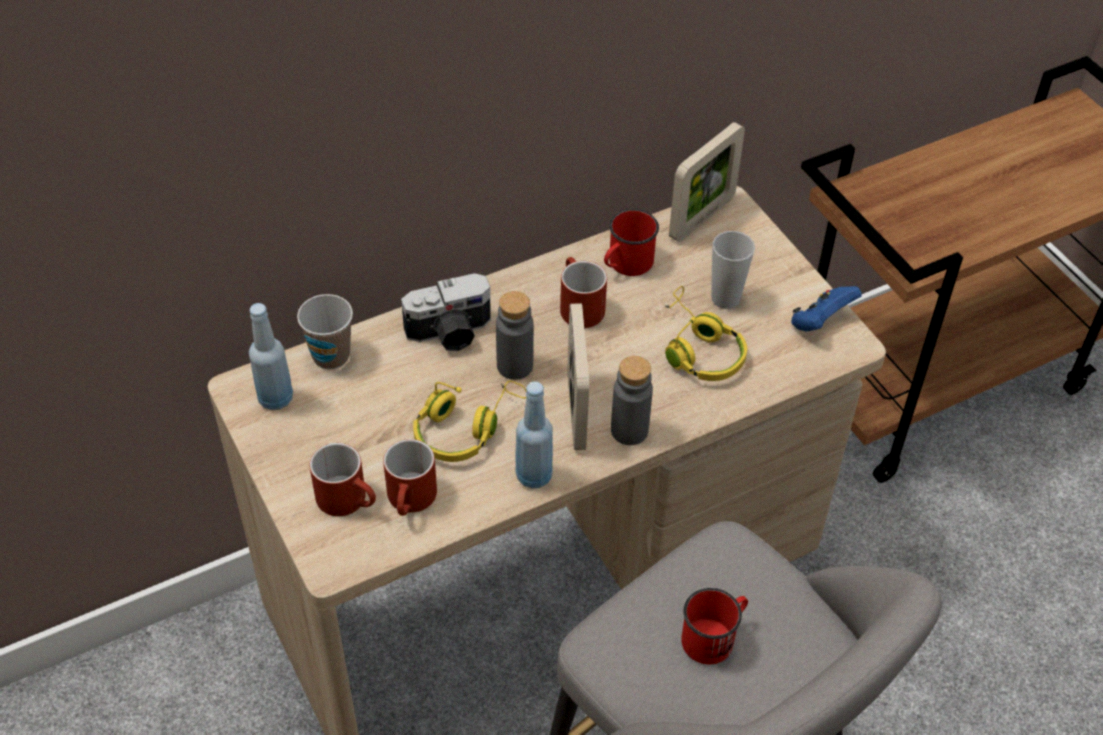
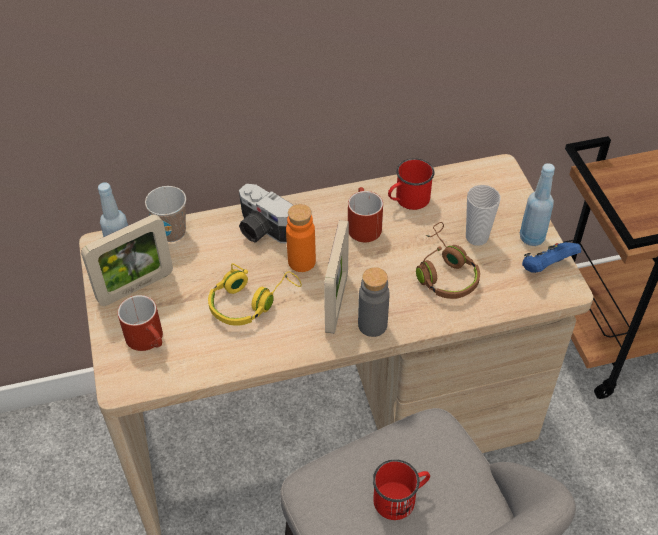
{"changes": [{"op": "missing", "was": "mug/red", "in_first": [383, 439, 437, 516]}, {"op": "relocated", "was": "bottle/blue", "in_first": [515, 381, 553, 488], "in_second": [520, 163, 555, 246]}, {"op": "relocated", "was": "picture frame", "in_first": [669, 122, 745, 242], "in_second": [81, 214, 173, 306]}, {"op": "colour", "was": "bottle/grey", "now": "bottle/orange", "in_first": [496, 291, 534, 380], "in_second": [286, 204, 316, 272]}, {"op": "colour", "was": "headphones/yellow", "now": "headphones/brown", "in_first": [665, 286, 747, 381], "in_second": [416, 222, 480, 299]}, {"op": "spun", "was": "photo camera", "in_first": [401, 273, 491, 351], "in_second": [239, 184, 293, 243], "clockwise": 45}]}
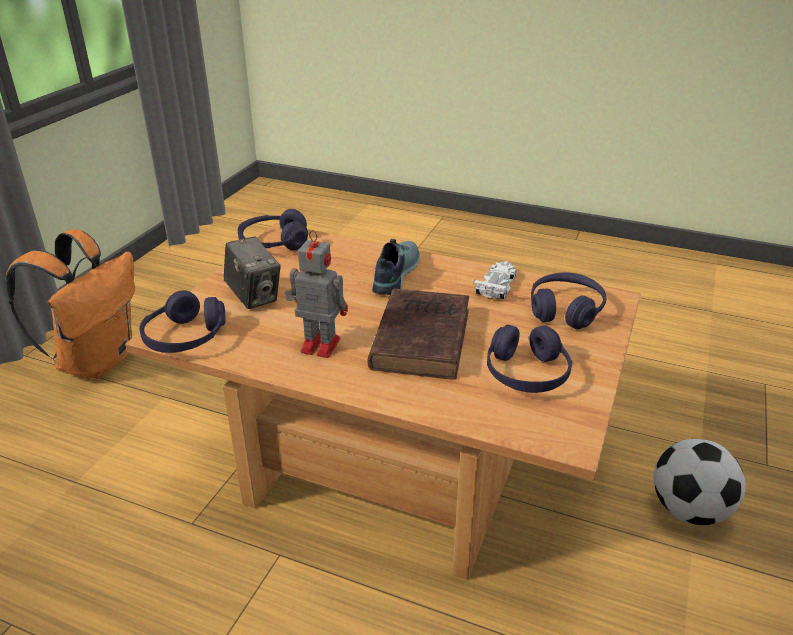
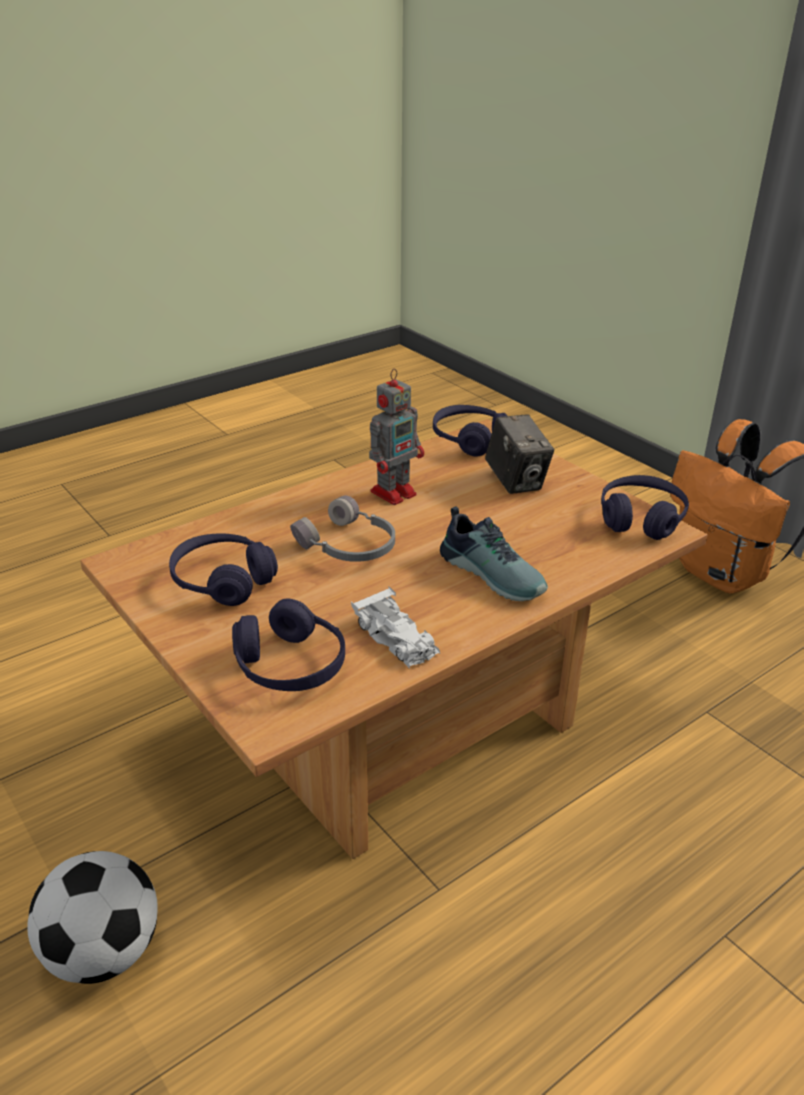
{"changes": [{"op": "exchanged", "was": "book/brown", "now": "headphones/grey", "in_first": [368, 288, 469, 380], "in_second": [290, 496, 395, 562]}, {"op": "spun", "was": "photo camera", "in_first": [224, 236, 281, 309], "in_second": [485, 414, 554, 494], "clockwise": -105}]}
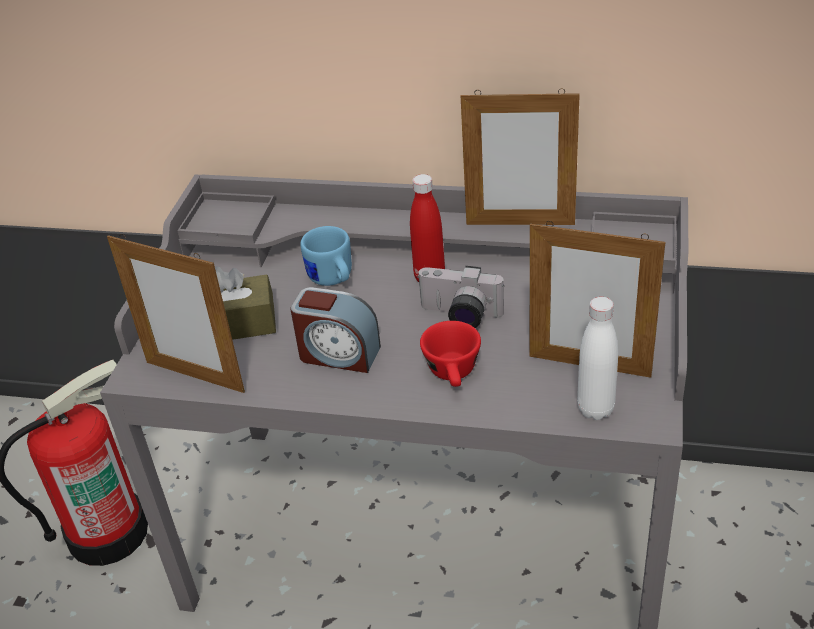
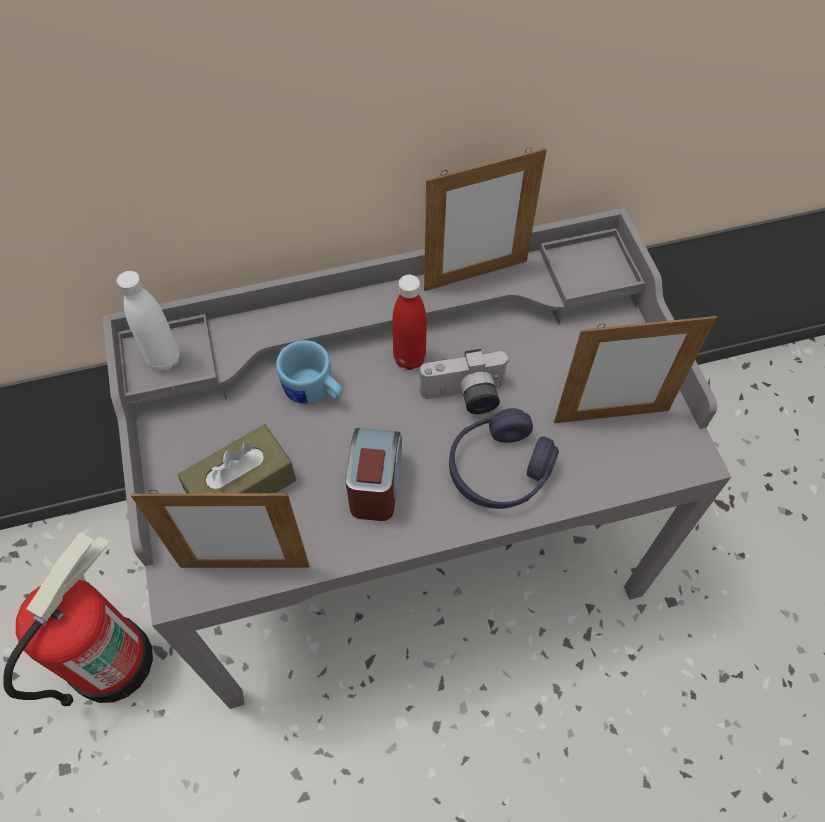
{"changes": [{"op": "relocated", "was": "bottle/white", "in_first": [577, 297, 618, 420], "in_second": [117, 271, 180, 371]}, {"op": "exchanged", "was": "cup/red", "now": "headphones/purple", "in_first": [420, 321, 481, 387], "in_second": [449, 408, 559, 509]}, {"op": "spun", "was": "alarm clock", "in_first": [291, 287, 381, 373], "in_second": [345, 428, 402, 521], "clockwise": -75}]}
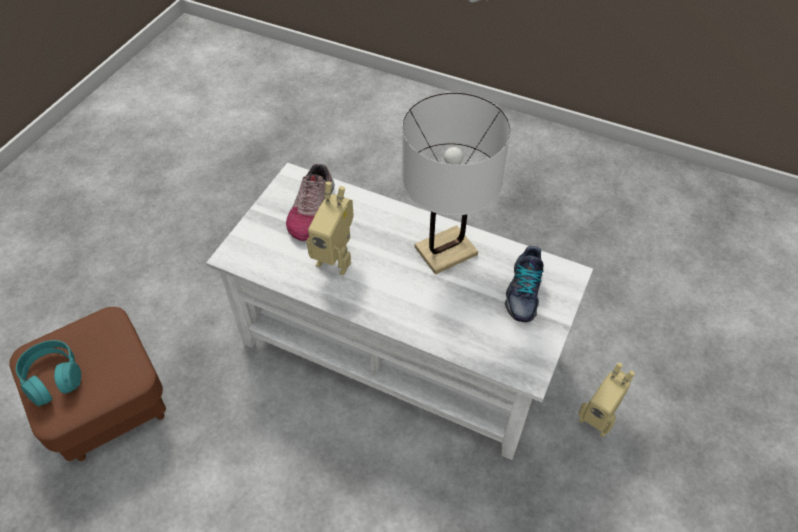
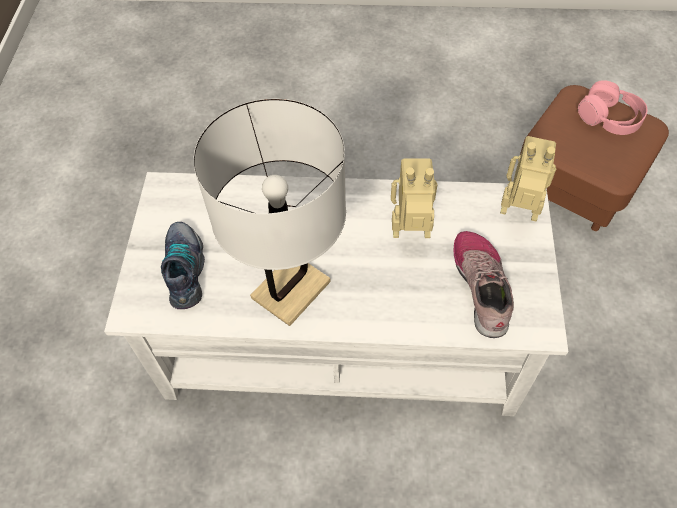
{"changes": [{"op": "relocated", "was": "toy robot", "in_first": [578, 363, 635, 437], "in_second": [500, 136, 556, 222]}, {"op": "colour", "was": "headphones/turquoise", "now": "headphones/pink", "in_first": [16, 340, 81, 406], "in_second": [578, 80, 647, 135]}]}
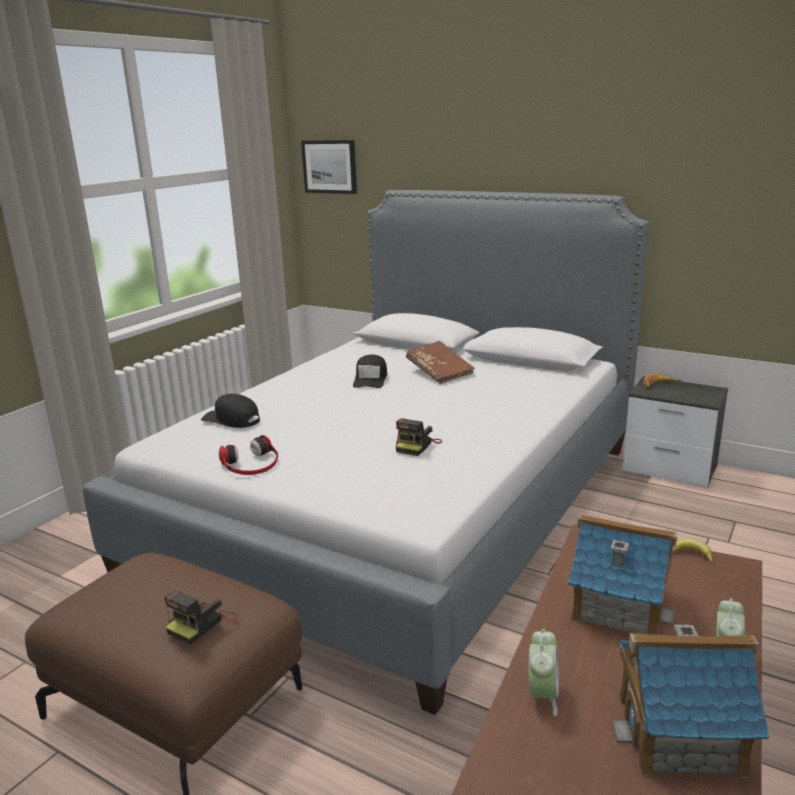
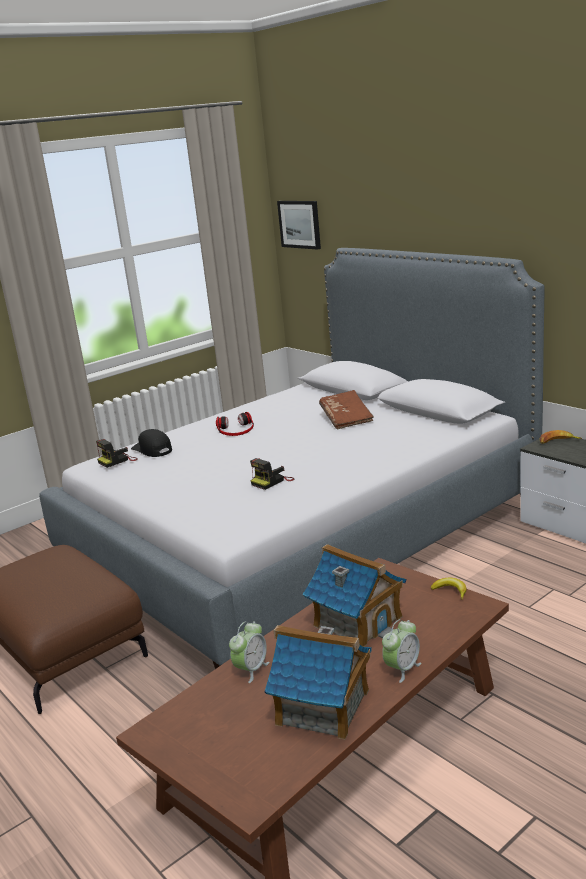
{"changes": [{"op": "missing", "was": "cap/black", "in_first": [353, 355, 387, 388]}, {"op": "relocated", "was": "photo camera", "in_first": [164, 590, 239, 645], "in_second": [96, 439, 138, 468]}, {"op": "relocated", "was": "headphones", "in_first": [219, 435, 278, 475], "in_second": [216, 412, 254, 436]}]}
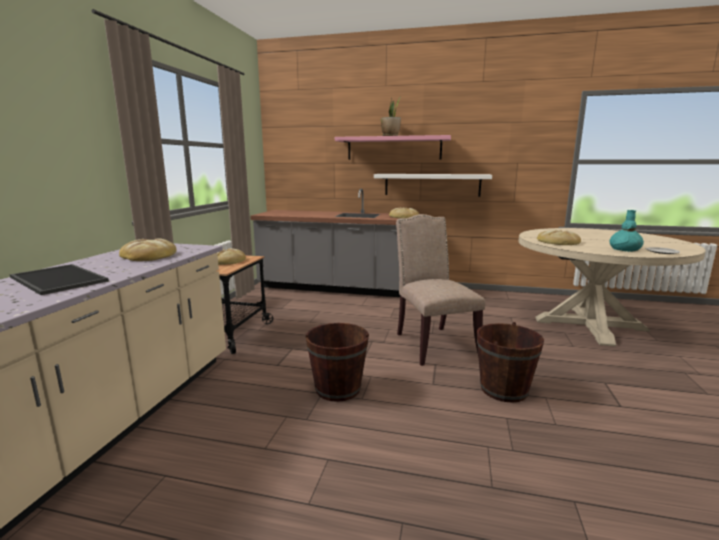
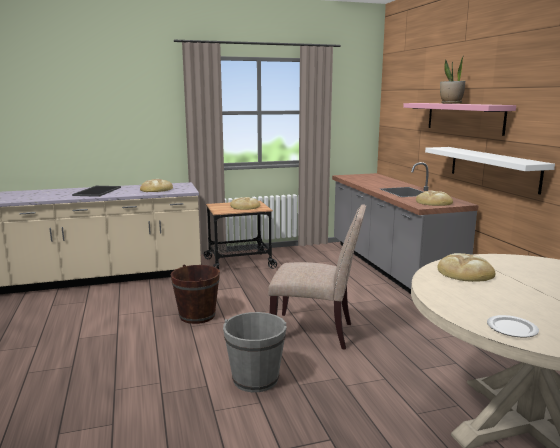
{"changes": [{"op": "missing", "was": "vase/turquoise", "in_first": [609, 210, 644, 252]}, {"op": "colour", "was": "bucket/brown", "now": "bucket/grey", "in_first": [476, 322, 544, 403], "in_second": [223, 312, 287, 392]}, {"op": "spun", "was": "chair/beige", "in_first": [396, 214, 485, 366], "in_second": [268, 204, 366, 350], "clockwise": 60}]}
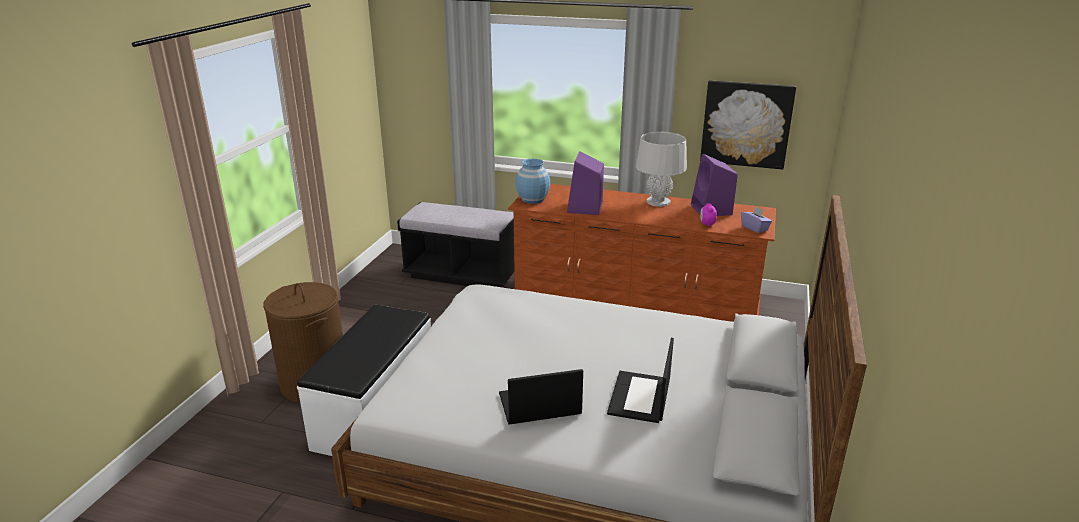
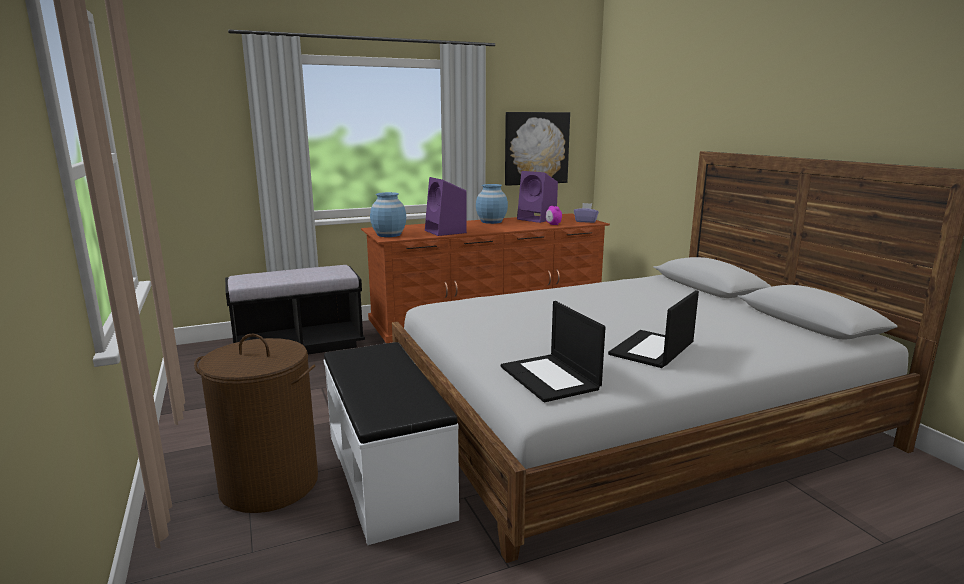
{"changes": [{"op": "relocated", "was": "laptop", "in_first": [607, 338, 674, 423], "in_second": [501, 301, 605, 402]}, {"op": "exchanged", "was": "table lamp/grey", "now": "vase/blue", "in_first": [636, 132, 687, 207], "in_second": [476, 184, 508, 224]}]}
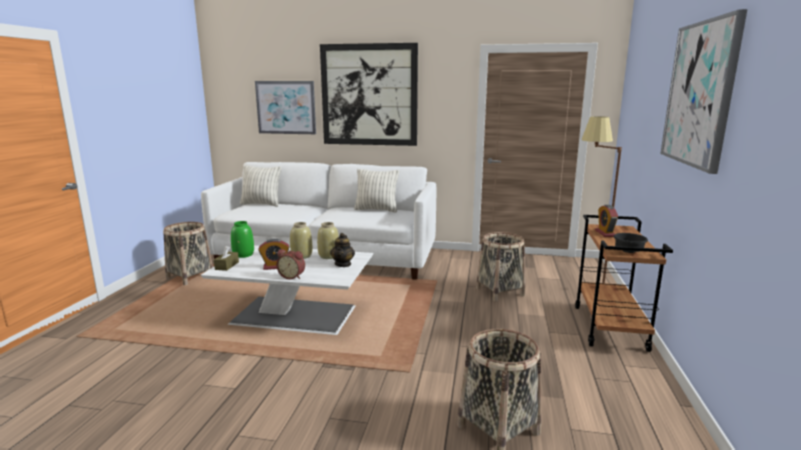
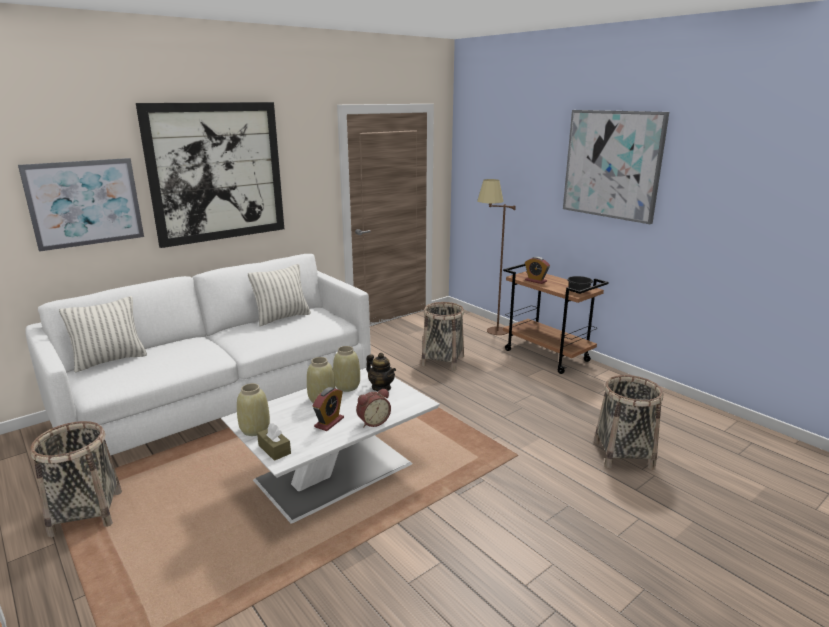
{"changes": [{"op": "colour", "was": "vase/green", "now": "vase/beige", "in_first": [231, 221, 254, 258], "in_second": [237, 383, 270, 436]}]}
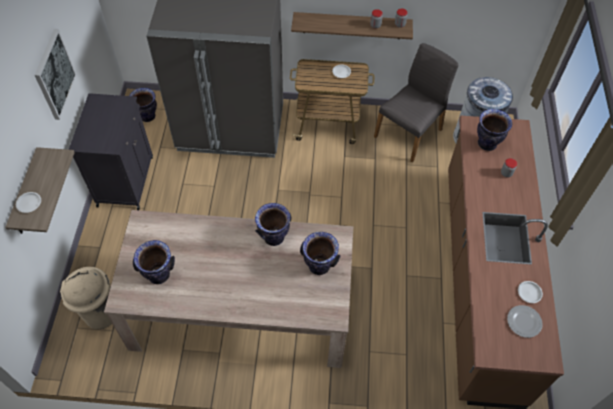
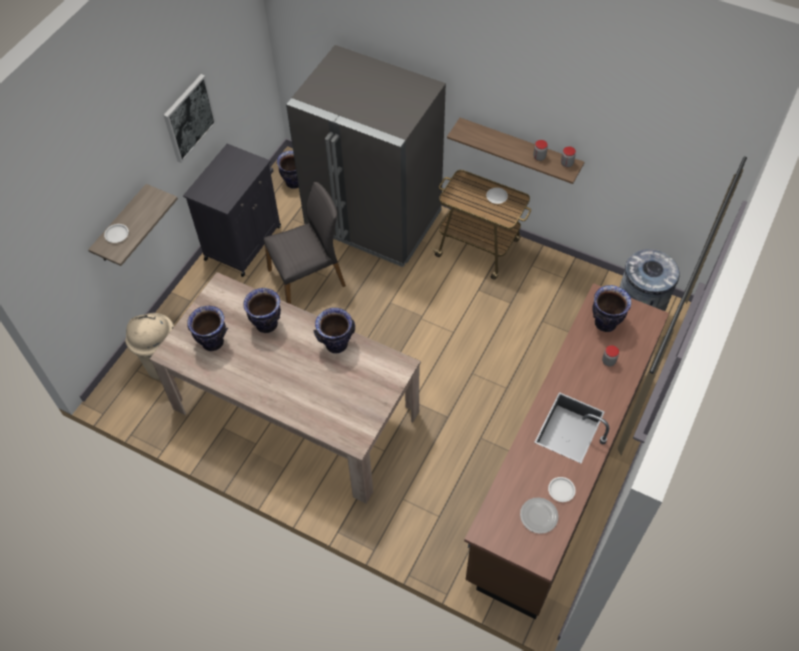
{"changes": [{"op": "relocated", "was": "vase", "in_first": [300, 232, 340, 275], "in_second": [243, 288, 281, 333]}, {"op": "relocated", "was": "chair/grey", "in_first": [374, 43, 458, 163], "in_second": [264, 182, 346, 304]}]}
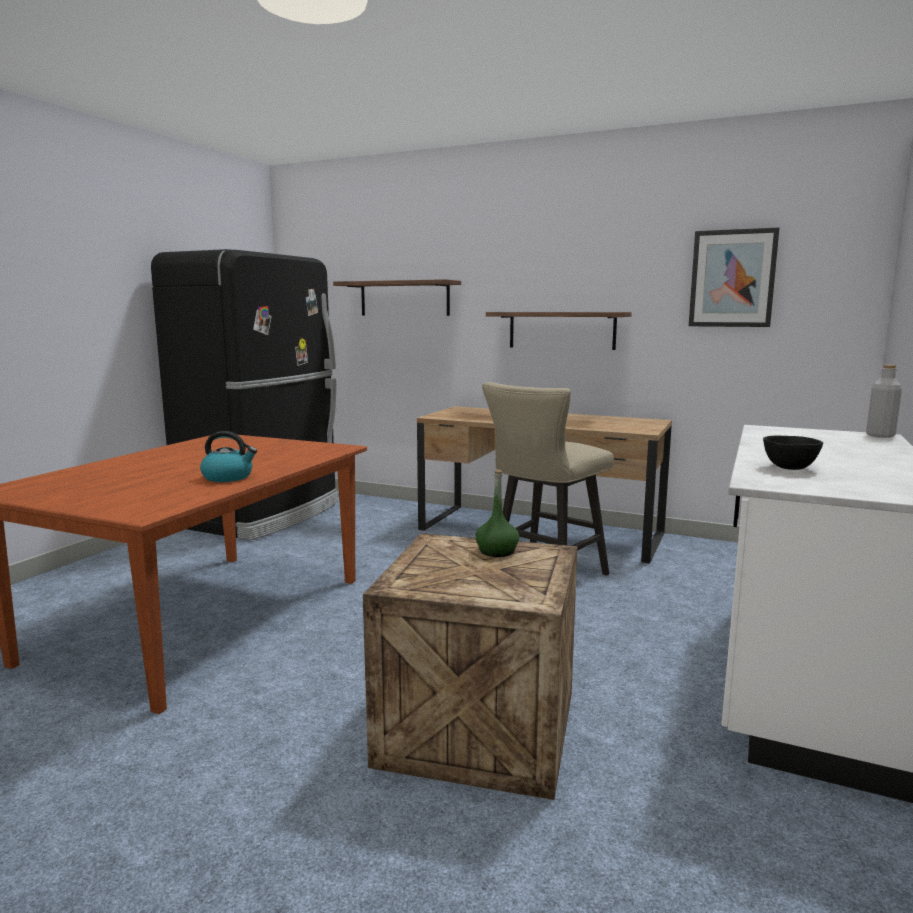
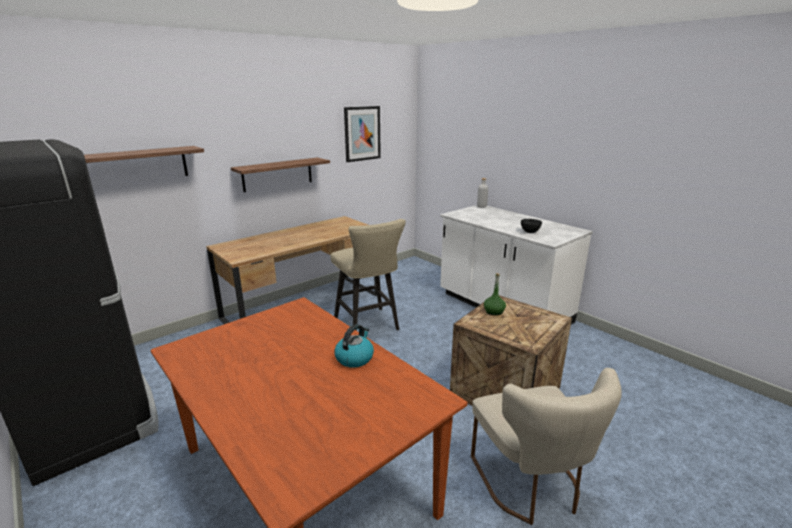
{"changes": [{"op": "appeared", "now": "chair/beige", "in_second": [471, 368, 622, 525]}]}
